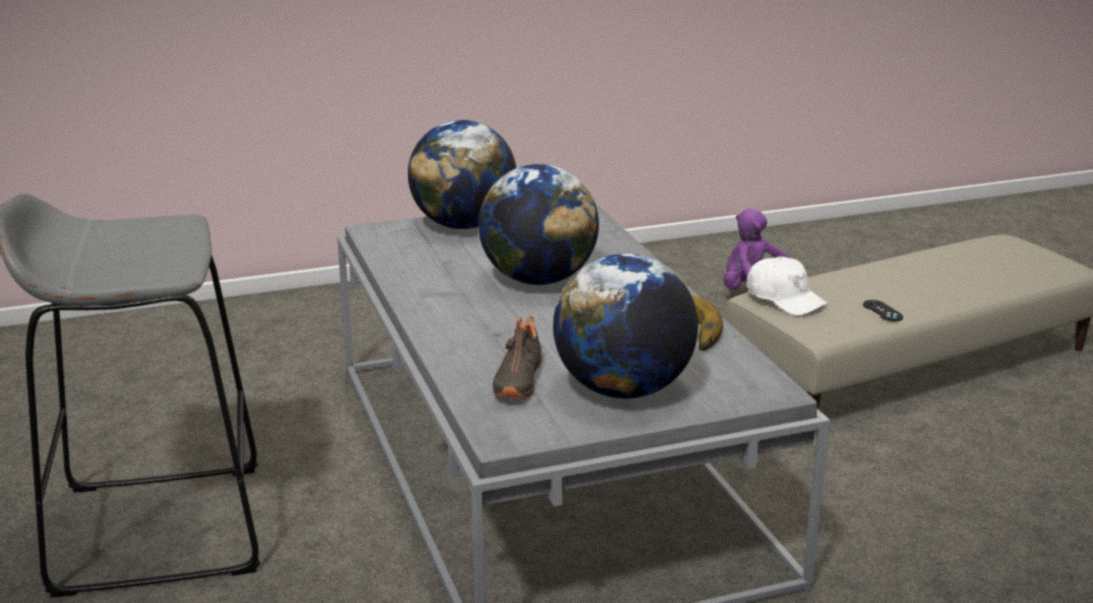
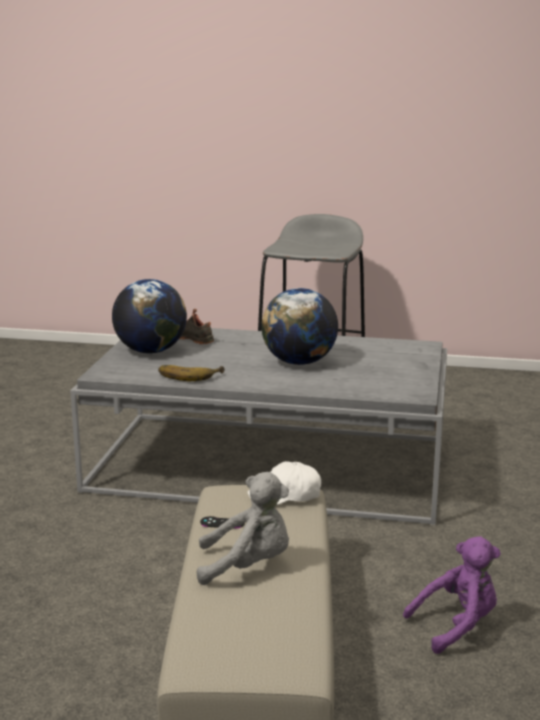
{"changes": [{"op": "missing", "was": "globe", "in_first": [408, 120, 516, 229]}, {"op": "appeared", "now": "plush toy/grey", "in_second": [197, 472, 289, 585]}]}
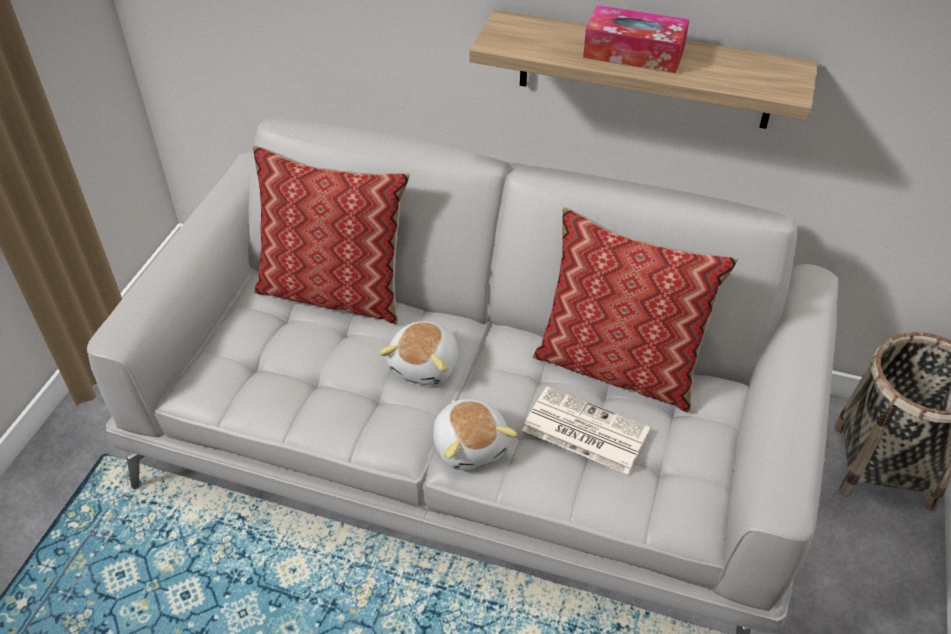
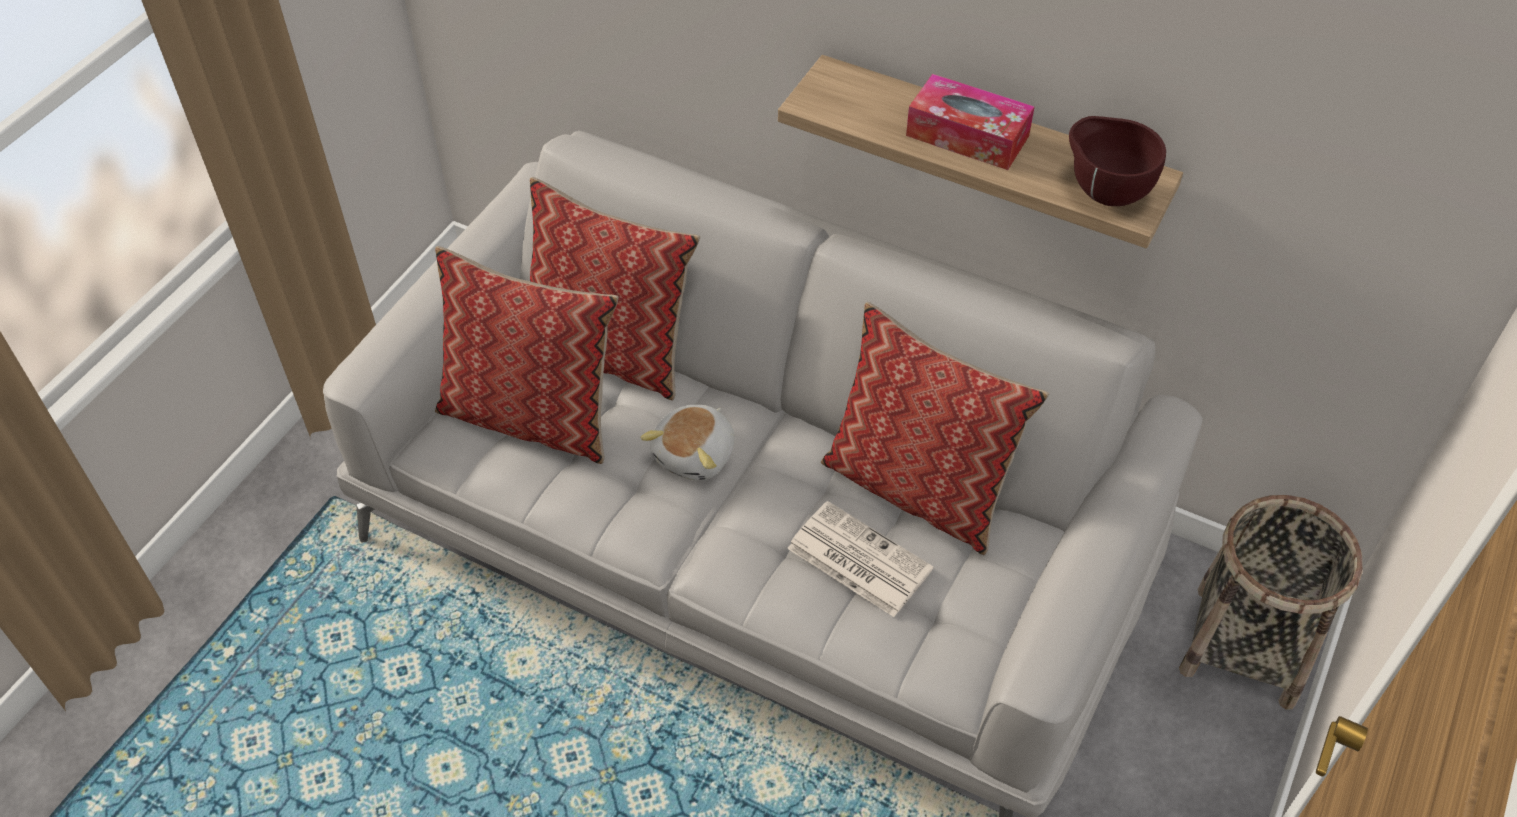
{"changes": [{"op": "missing", "was": "plush toy", "in_first": [433, 399, 518, 470]}, {"op": "appeared", "now": "pillow", "in_second": [435, 246, 619, 464]}, {"op": "appeared", "now": "bowl/brown", "in_second": [1069, 116, 1166, 206]}]}
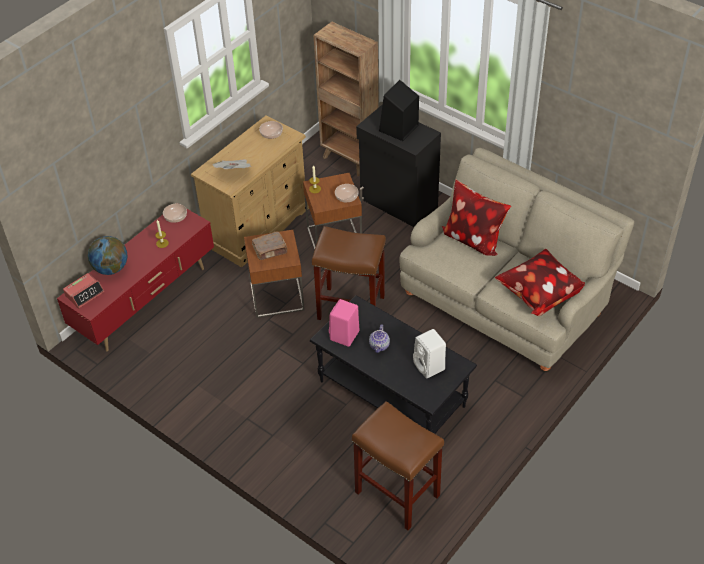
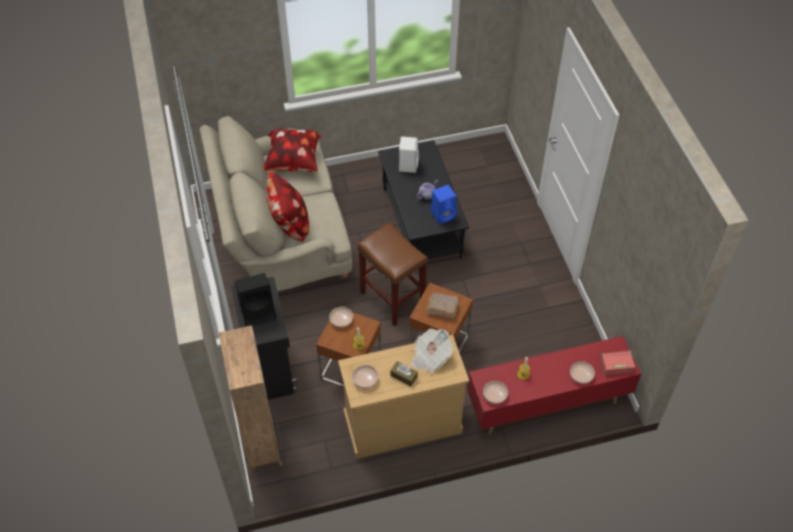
{"changes": [{"op": "missing", "was": "stool/brown", "in_first": [352, 401, 444, 530]}, {"op": "appeared", "now": "tissue box/brown", "in_second": [390, 361, 418, 386]}, {"op": "exchanged", "was": "globe", "now": "bowl", "in_first": [88, 236, 128, 275], "in_second": [570, 361, 595, 384]}, {"op": "colour", "was": "speaker/pink", "now": "speaker/blue", "in_first": [329, 299, 360, 347], "in_second": [431, 185, 457, 224]}]}
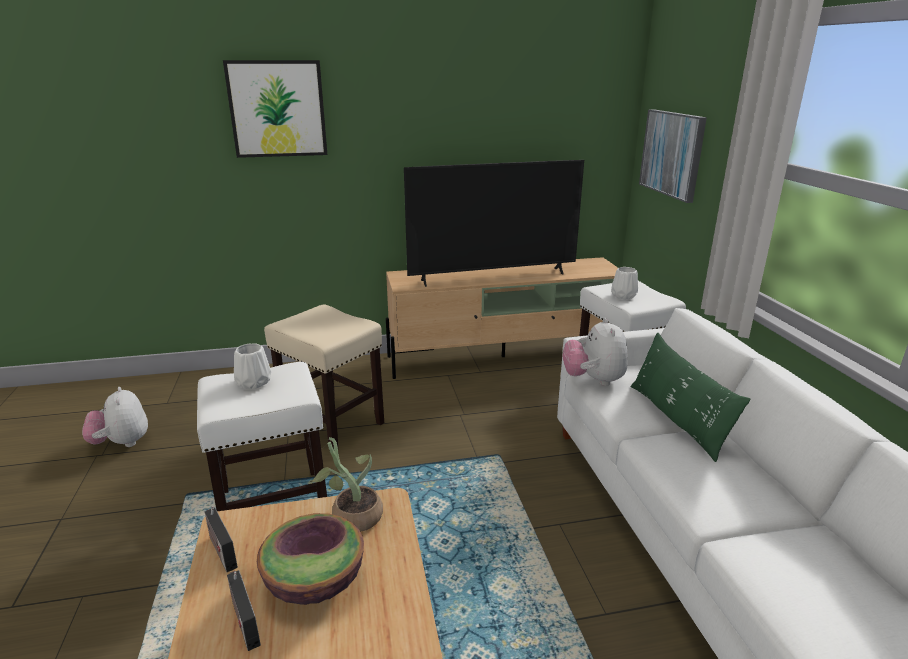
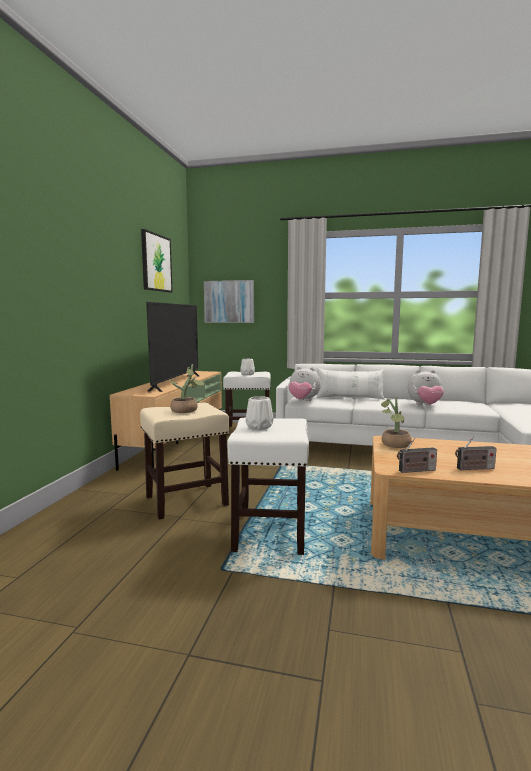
{"changes": [{"op": "missing", "was": "bowl", "in_first": [257, 513, 364, 605]}, {"op": "appeared", "now": "potted plant", "in_second": [170, 364, 205, 413]}, {"op": "relocated", "was": "plush toy", "in_first": [82, 387, 148, 447], "in_second": [408, 370, 444, 405]}, {"op": "relocated", "was": "picture", "in_first": [223, 60, 327, 158], "in_second": [141, 229, 173, 292]}, {"op": "colour", "was": "pillow/green", "now": "pillow/white", "in_first": [631, 332, 751, 462], "in_second": [316, 368, 385, 400]}]}
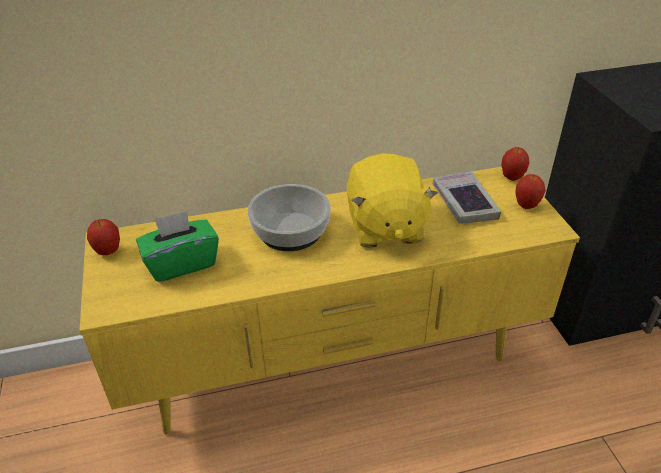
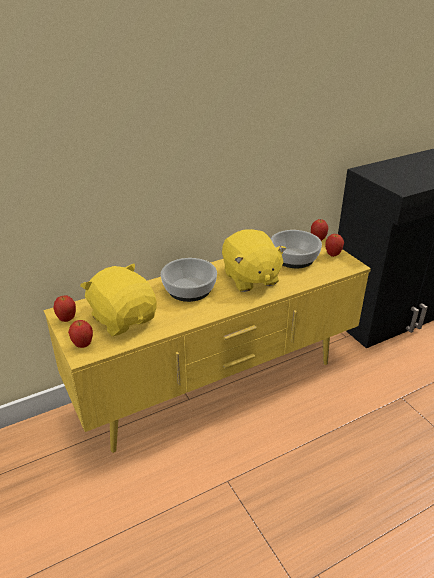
{"changes": [{"op": "appeared", "now": "apple", "in_second": [68, 320, 93, 348]}, {"op": "exchanged", "was": "tissue box/green", "now": "plush toy/yellow", "in_first": [136, 211, 219, 282], "in_second": [80, 263, 157, 336]}, {"op": "exchanged", "was": "book", "now": "bowl", "in_first": [433, 171, 501, 224], "in_second": [271, 230, 322, 268]}]}
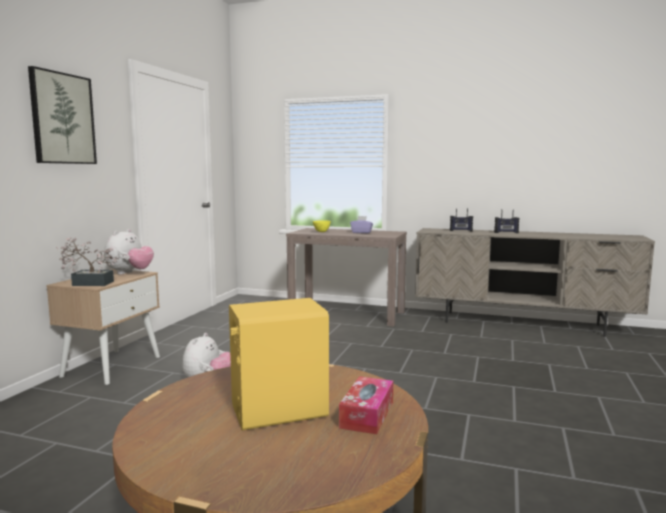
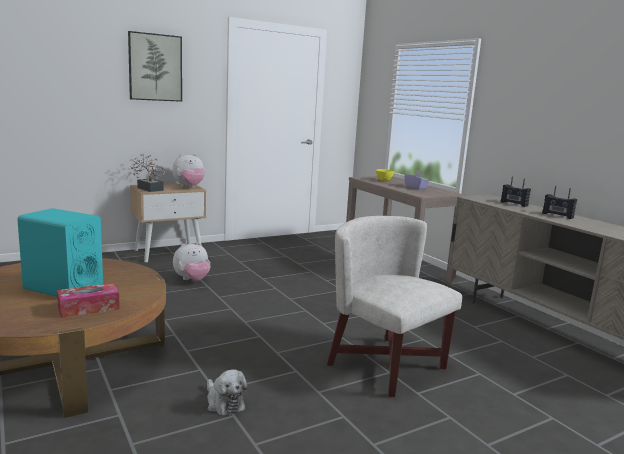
{"changes": [{"op": "appeared", "now": "plush toy", "in_second": [207, 369, 247, 416]}, {"op": "appeared", "now": "armchair/white", "in_second": [327, 216, 462, 397]}, {"op": "colour", "was": "speaker/yellow", "now": "speaker/turquoise", "in_first": [229, 298, 329, 431], "in_second": [17, 208, 103, 297]}]}
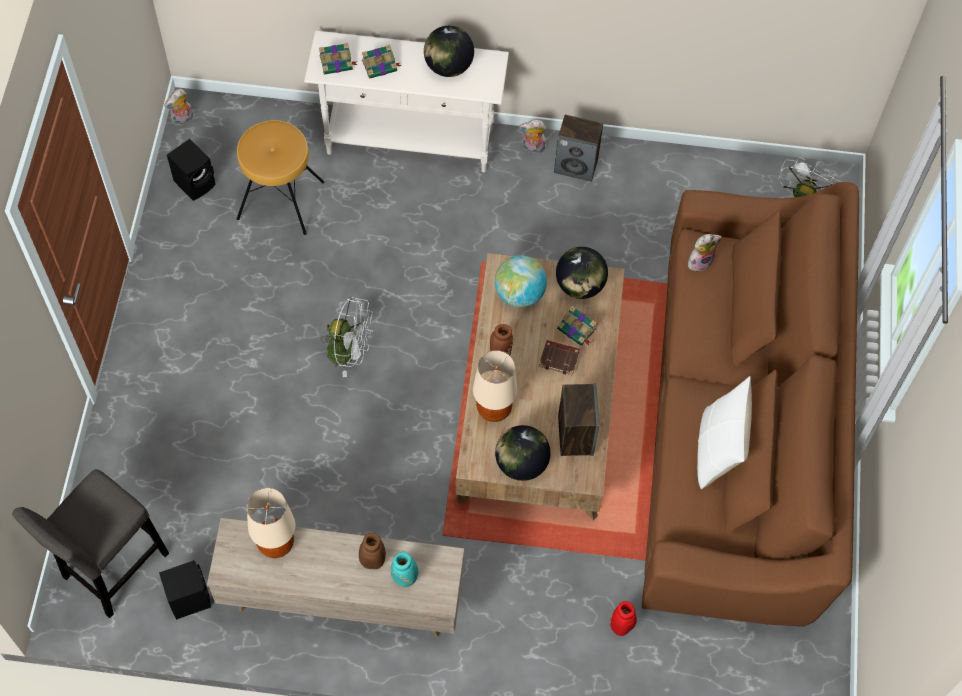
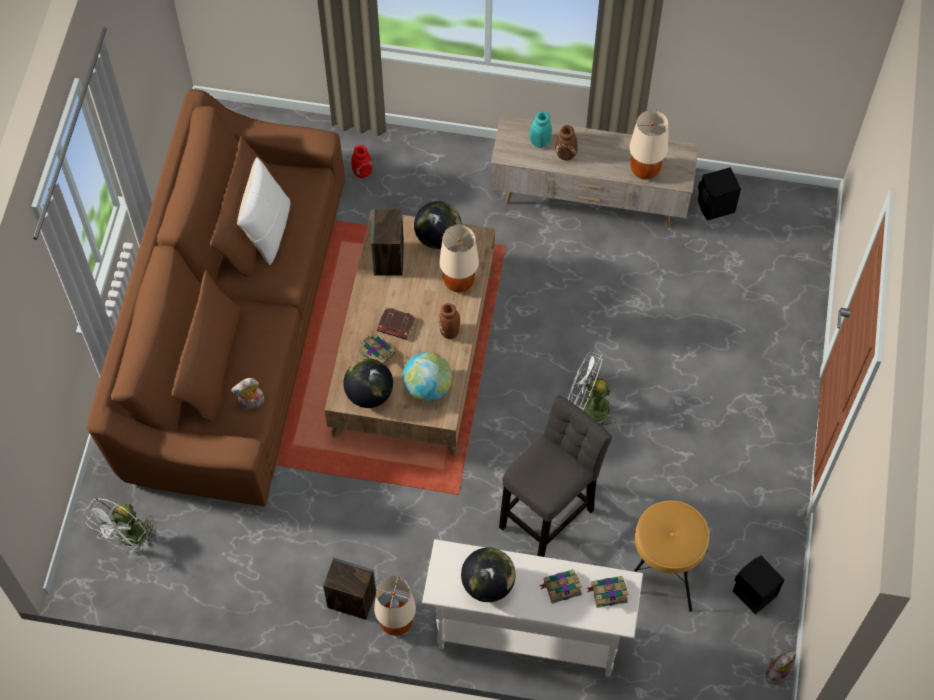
{"changes": [{"op": "relocated", "was": "stool/grey", "in_first": [12, 469, 169, 618], "in_second": [499, 395, 612, 557]}, {"op": "exchanged", "was": "plush toy", "now": "table lamp/beige", "in_first": [519, 120, 546, 153], "in_second": [374, 576, 416, 636]}]}
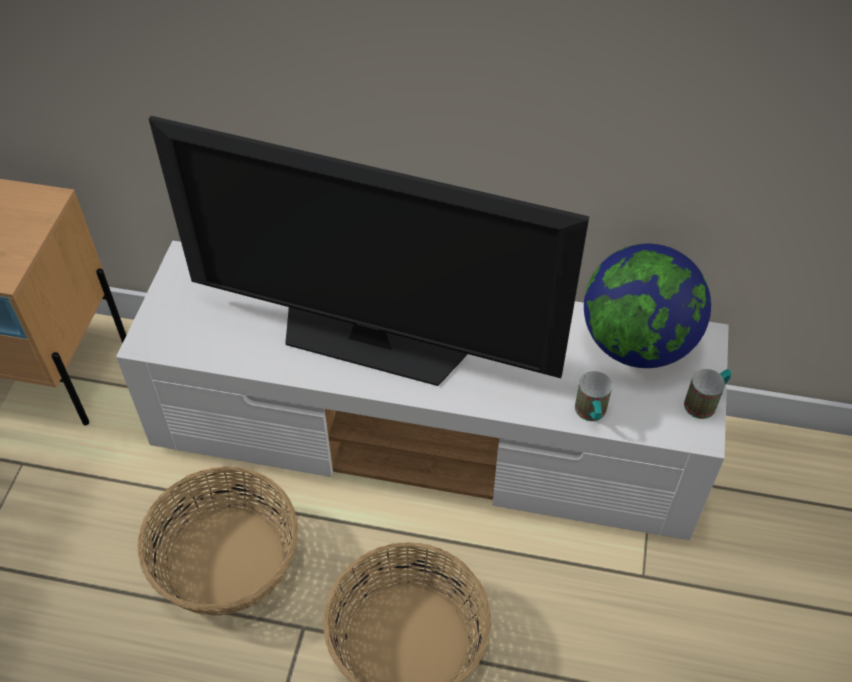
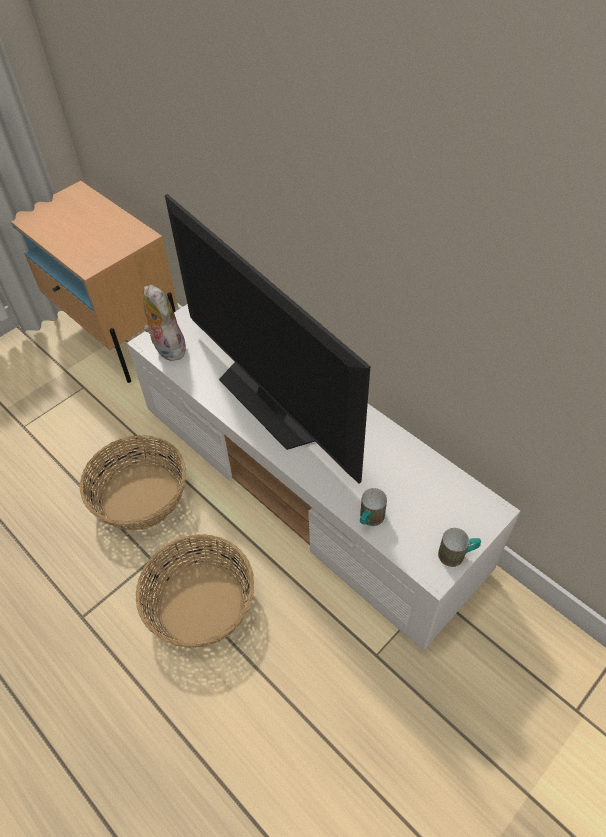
{"changes": [{"op": "missing", "was": "globe", "in_first": [584, 244, 711, 368]}, {"op": "appeared", "now": "plush toy", "in_second": [143, 285, 186, 361]}]}
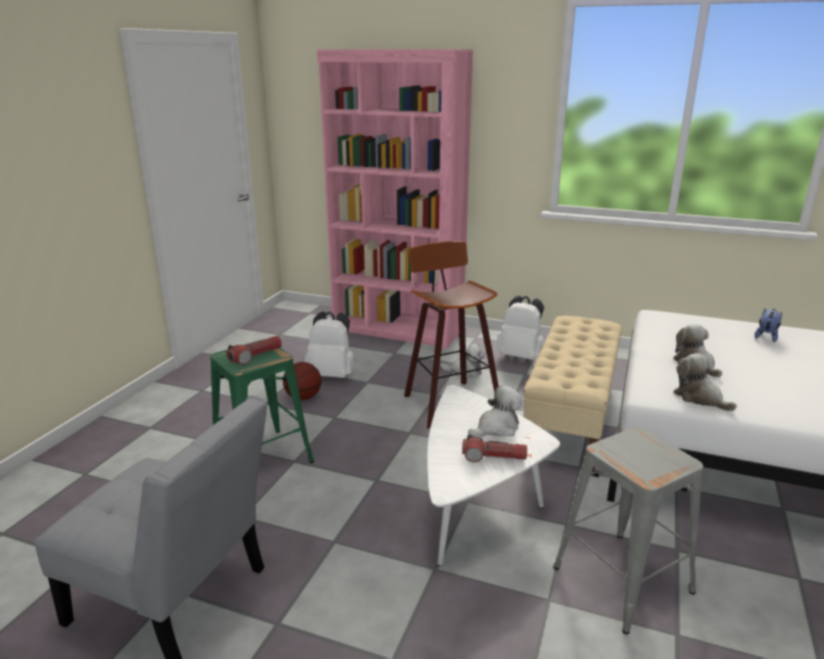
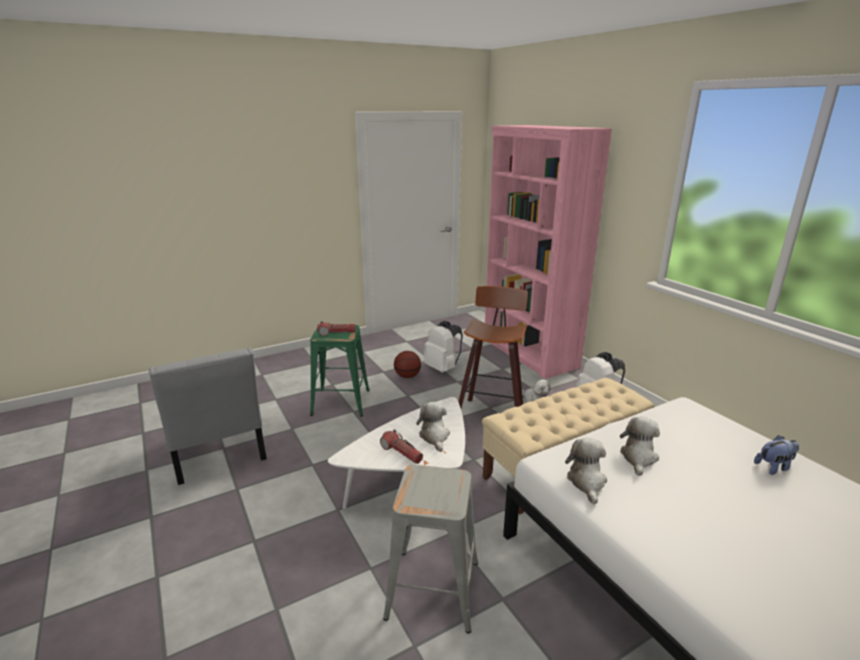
{"changes": [{"op": "spun", "was": "plush toy", "in_first": [468, 385, 522, 438], "in_second": [416, 402, 450, 452], "clockwise": -105}]}
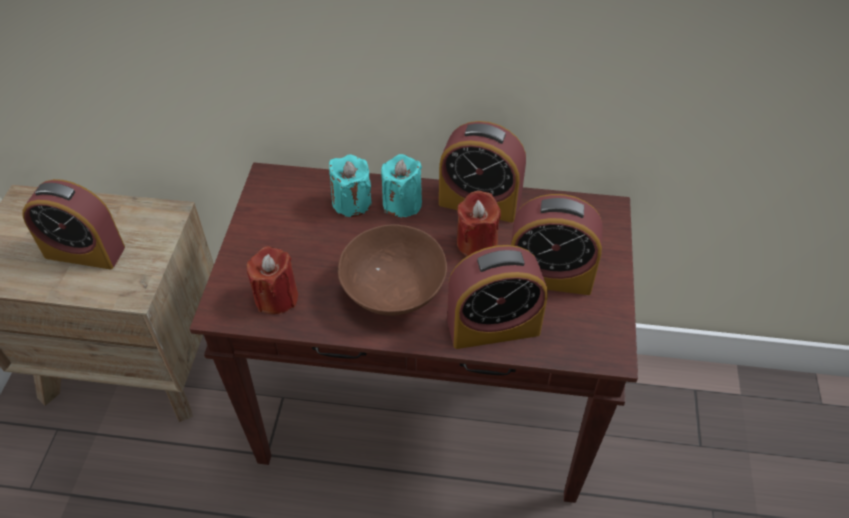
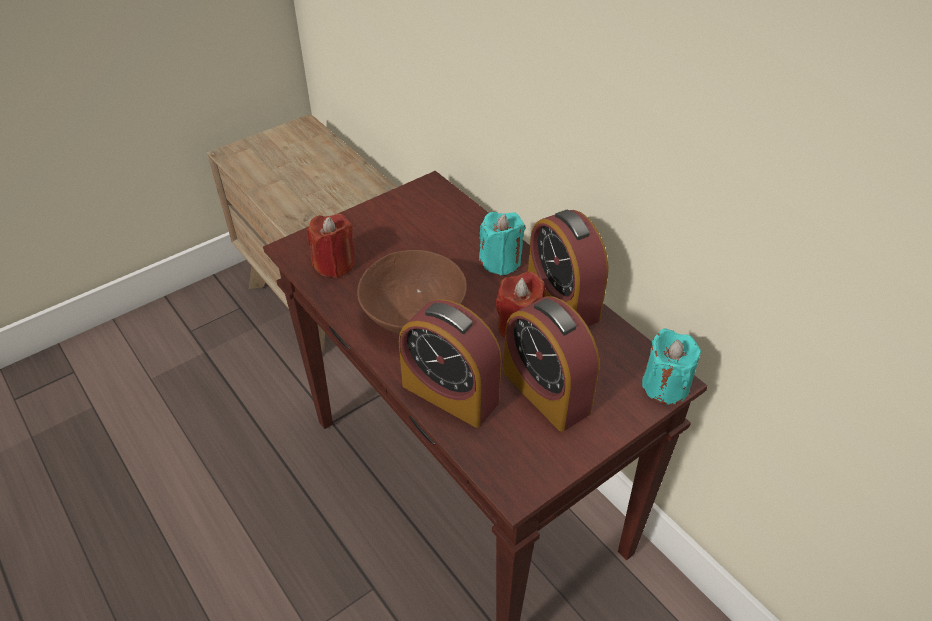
{"changes": [{"op": "missing", "was": "alarm clock", "in_first": [22, 179, 125, 269]}, {"op": "relocated", "was": "candle/turquoise", "in_first": [329, 154, 371, 217], "in_second": [642, 328, 701, 404]}]}
